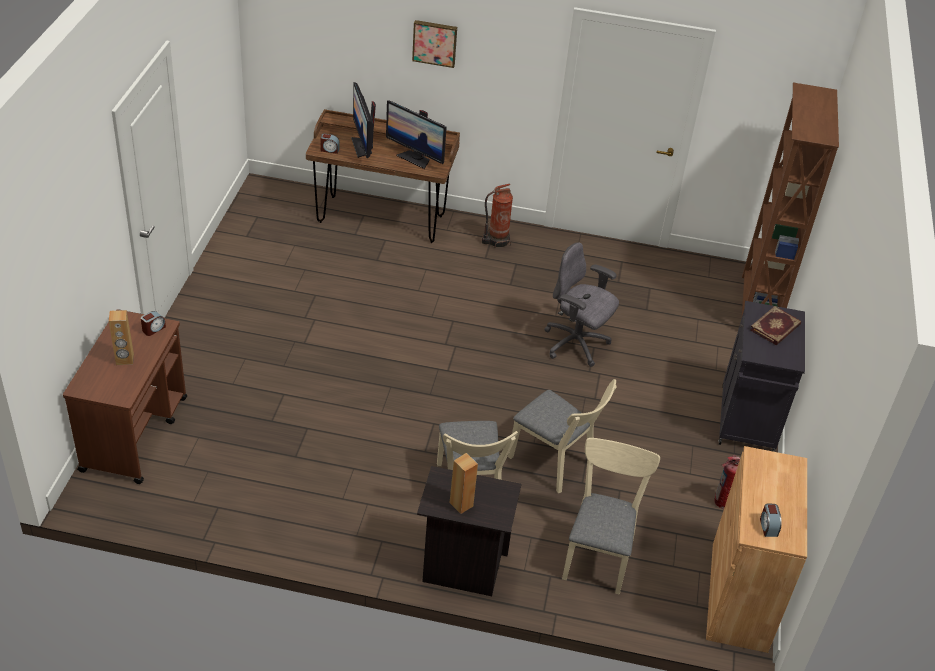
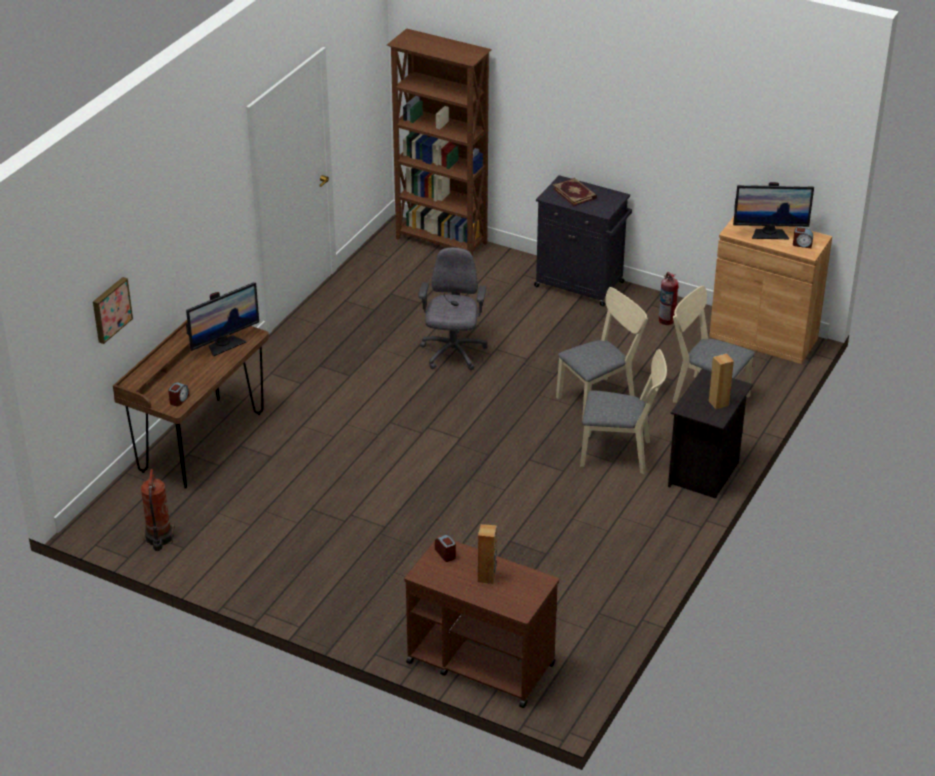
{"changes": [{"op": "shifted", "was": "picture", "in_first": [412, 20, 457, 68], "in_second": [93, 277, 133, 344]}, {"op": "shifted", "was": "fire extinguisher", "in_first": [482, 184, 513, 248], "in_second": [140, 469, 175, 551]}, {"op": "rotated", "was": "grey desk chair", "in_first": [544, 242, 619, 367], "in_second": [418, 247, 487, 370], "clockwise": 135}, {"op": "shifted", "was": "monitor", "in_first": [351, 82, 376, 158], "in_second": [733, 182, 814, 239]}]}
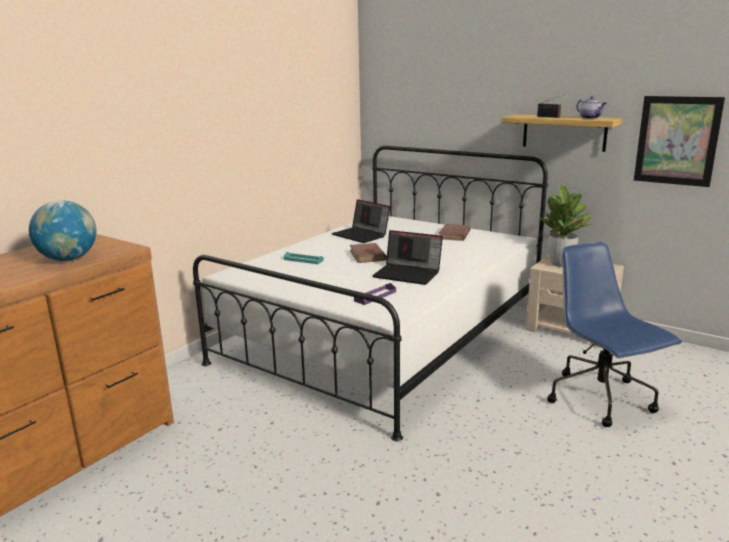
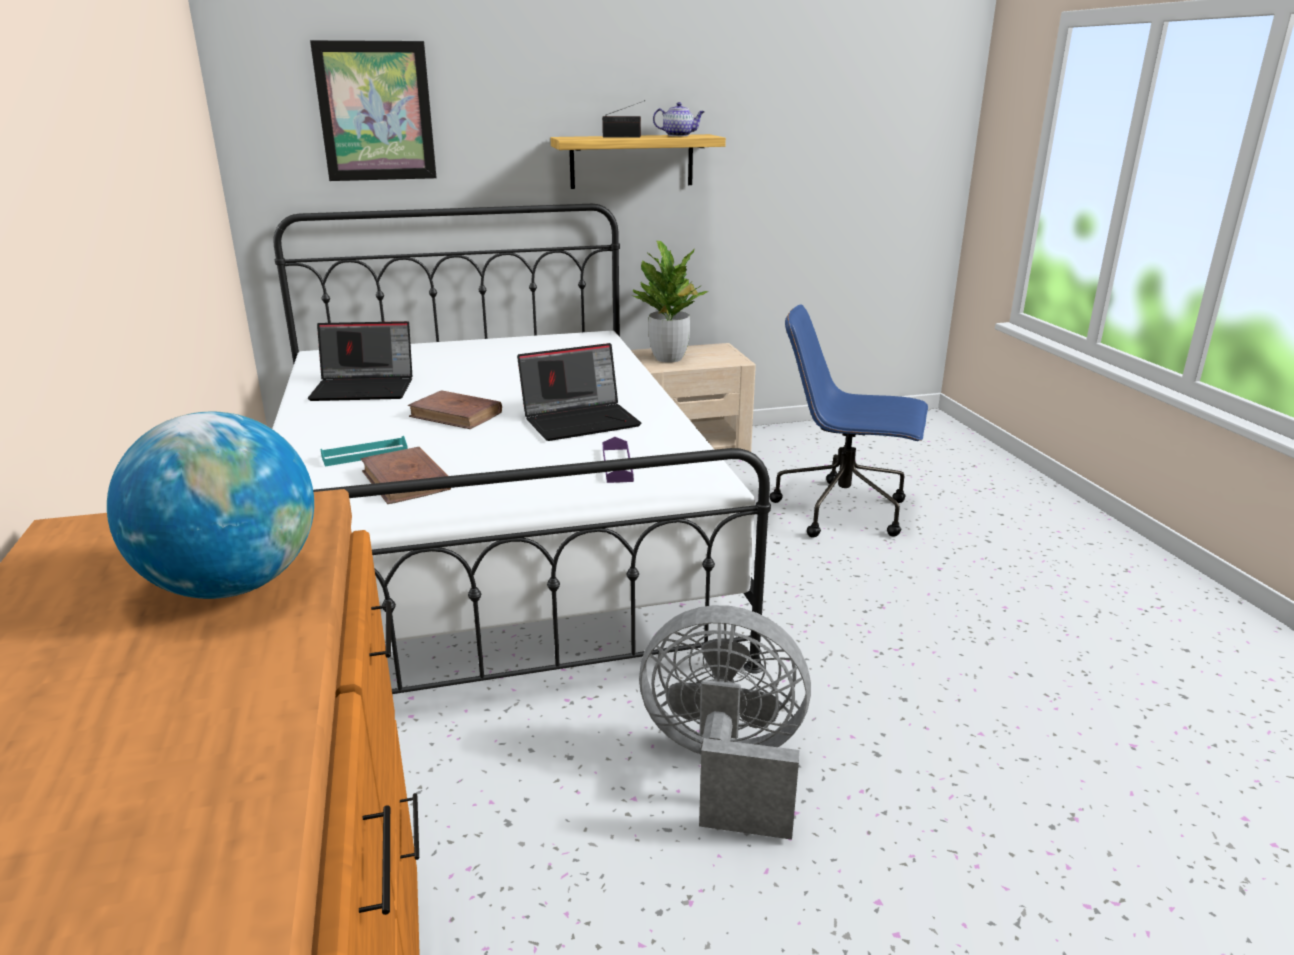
{"changes": [{"op": "shifted", "was": "picture", "in_first": [634, 96, 725, 187], "in_second": [310, 40, 437, 181]}, {"op": "shifted", "was": "brownish volume", "in_first": [438, 224, 471, 241], "in_second": [360, 447, 451, 504]}, {"op": "new", "now": "grey cooling fan", "in_second": [639, 605, 811, 840]}]}
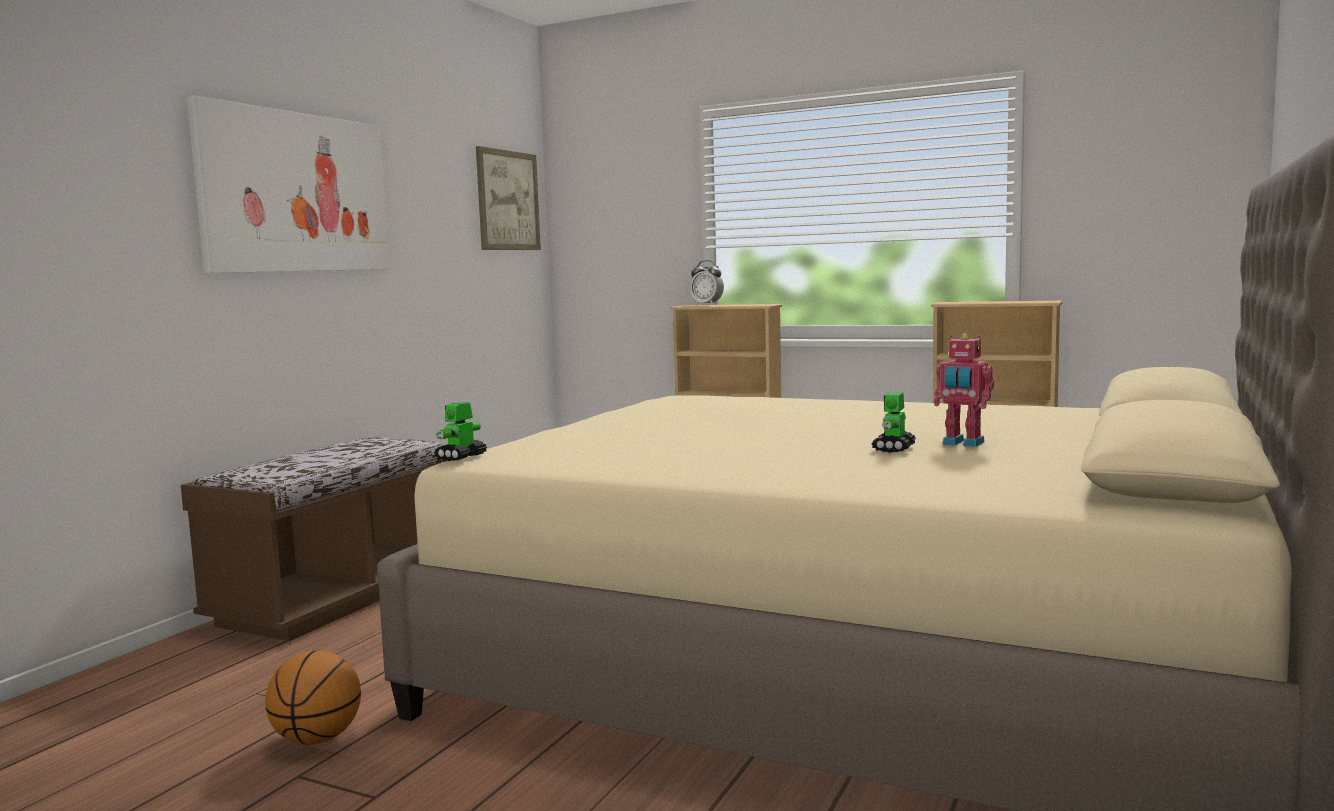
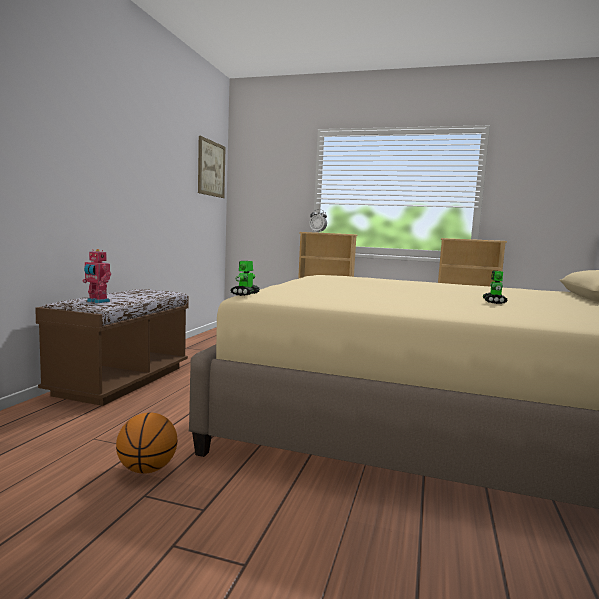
{"changes": [{"op": "shifted", "was": "robot figure", "in_first": [934, 334, 994, 447], "in_second": [83, 249, 111, 303]}, {"op": "gone", "was": "picture", "in_first": [187, 95, 389, 273]}]}
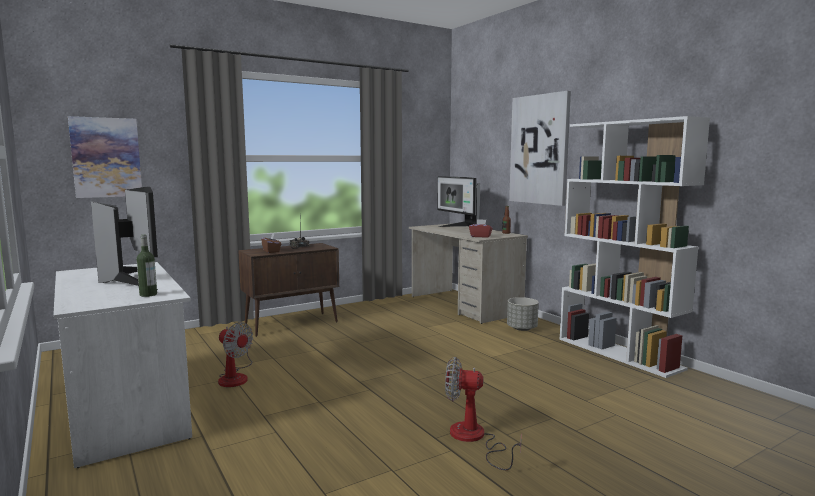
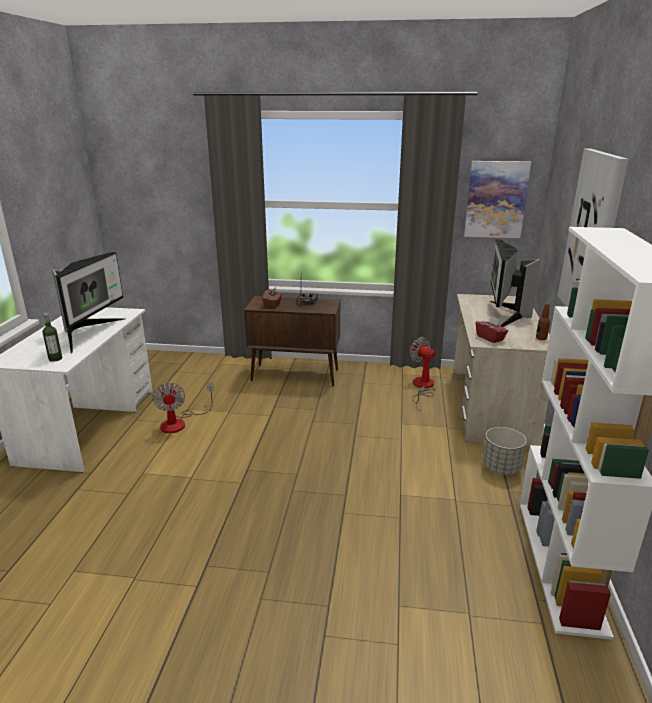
{"changes": [{"op": "shifted", "was": "cooling fan", "in_first": [445, 357, 521, 470], "in_second": [409, 337, 436, 404]}, {"op": "shifted", "was": "picture", "in_first": [68, 116, 142, 198], "in_second": [464, 161, 531, 238]}]}
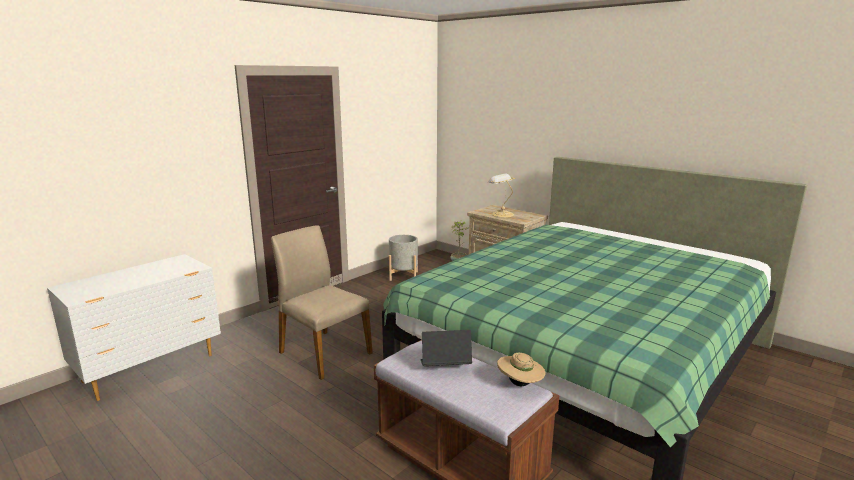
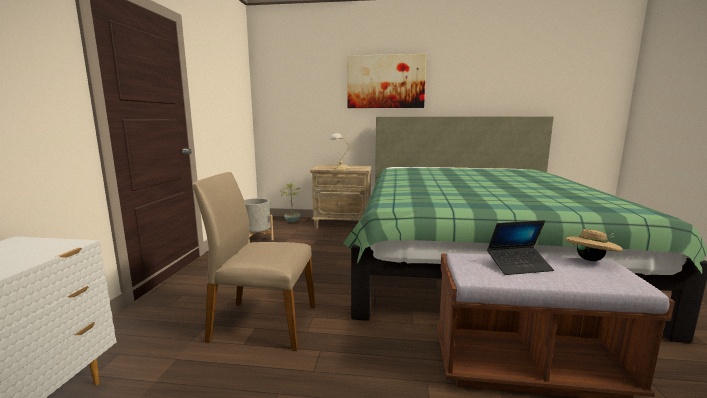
{"changes": [{"op": "new", "now": "picture", "in_second": [347, 54, 426, 108]}, {"op": "rotated", "was": "laptop", "in_first": [420, 330, 472, 366], "in_second": [487, 220, 554, 275], "clockwise": -150}]}
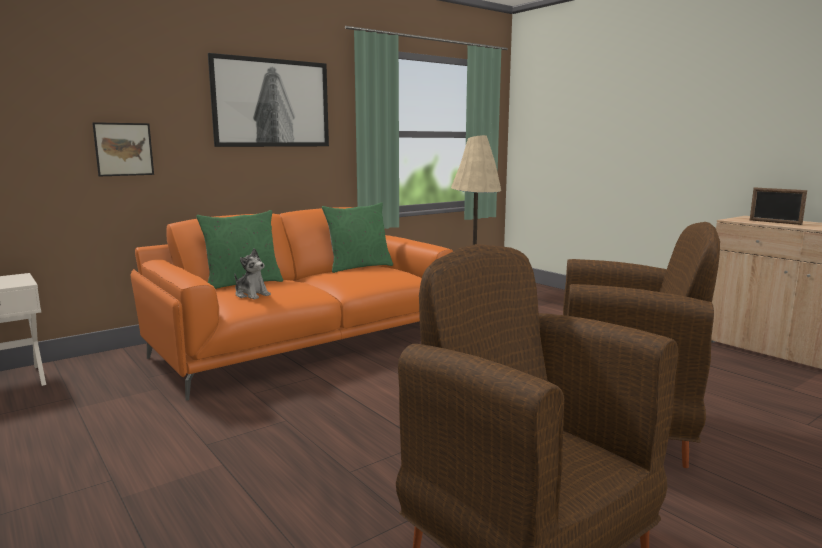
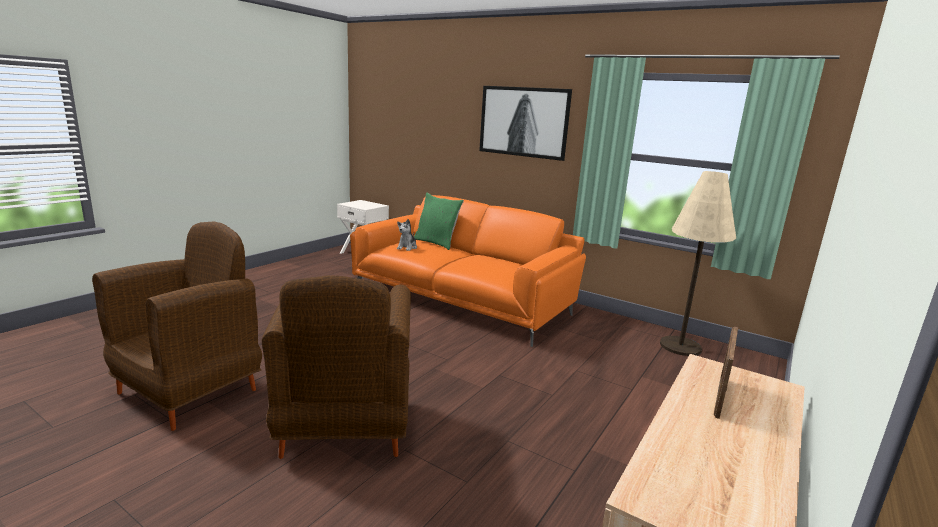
{"changes": [{"op": "gone", "was": "picture", "in_first": [92, 122, 154, 177]}, {"op": "gone", "was": "green-coloured cushion", "in_first": [322, 202, 393, 273]}]}
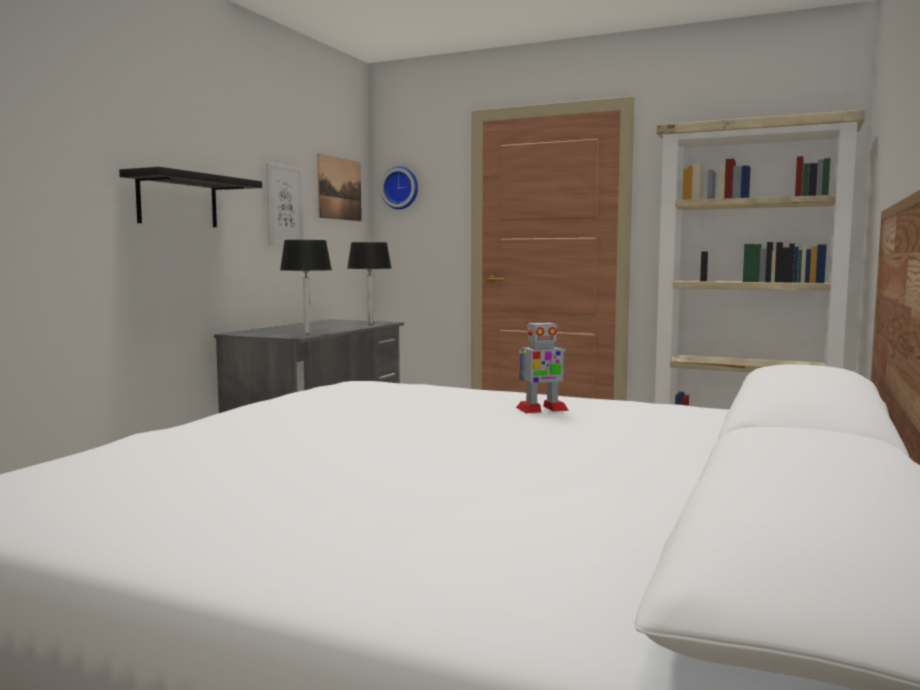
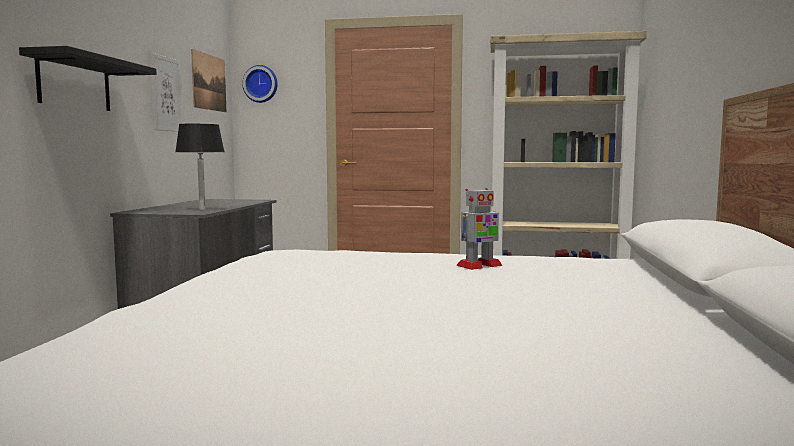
{"changes": [{"op": "gone", "was": "black-coloured lamp for a table", "in_first": [347, 242, 392, 324]}]}
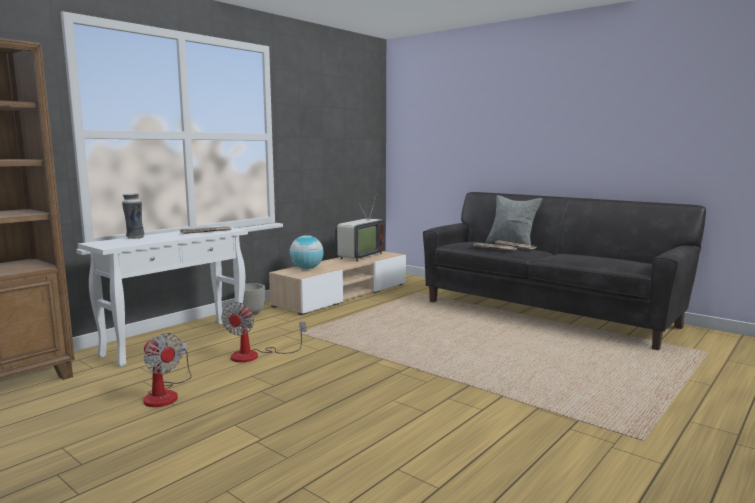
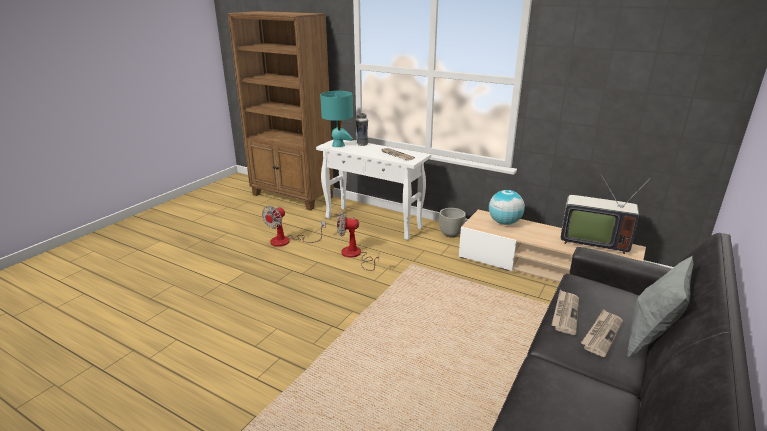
{"changes": [{"op": "new", "now": "turquoise lamp for a table", "in_second": [320, 91, 353, 147]}]}
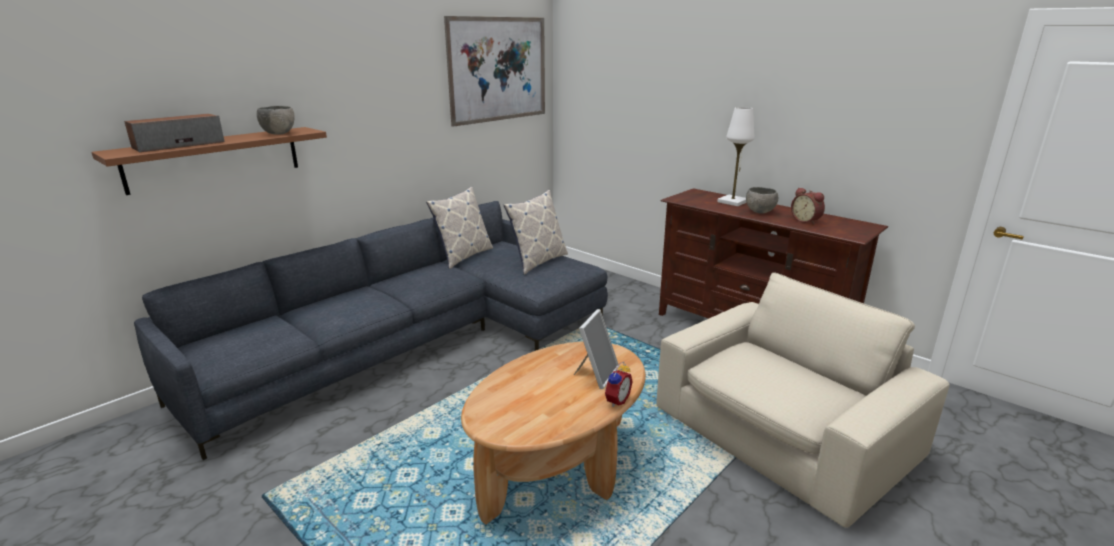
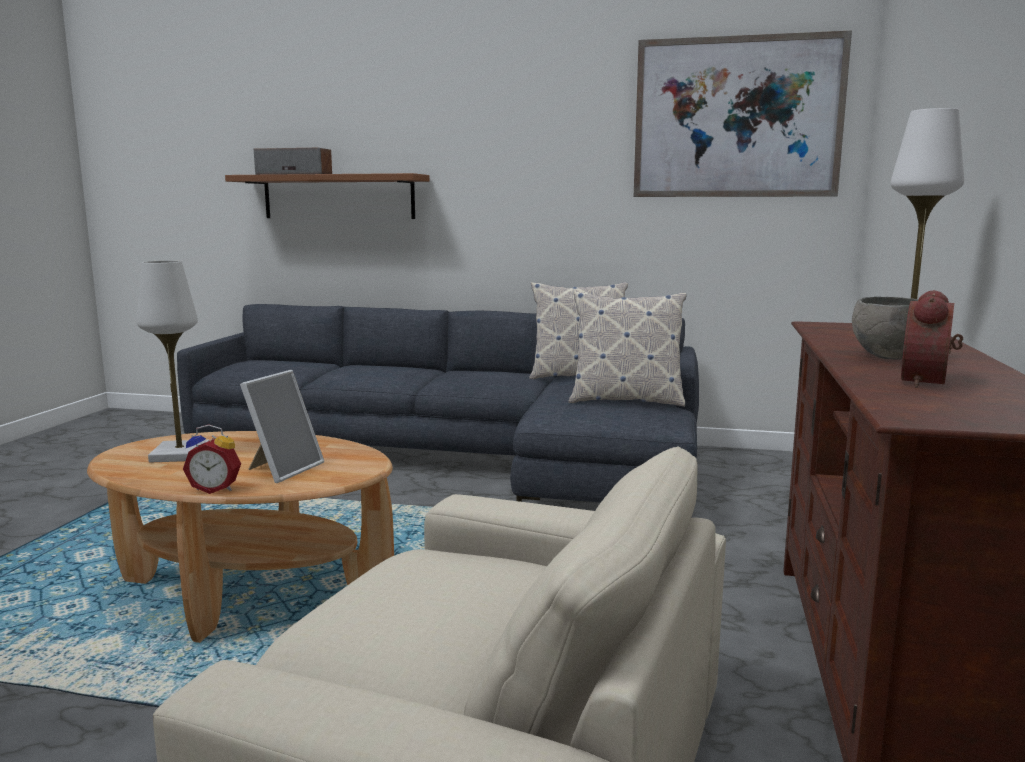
{"changes": [{"op": "new", "now": "white-coloured lamp for a table", "in_second": [137, 260, 209, 463]}, {"op": "rotated", "was": "picture frame", "in_first": [574, 309, 619, 389], "in_second": [240, 370, 324, 483], "clockwise": -60}, {"op": "gone", "was": "grey bowl", "in_first": [257, 106, 294, 135]}]}
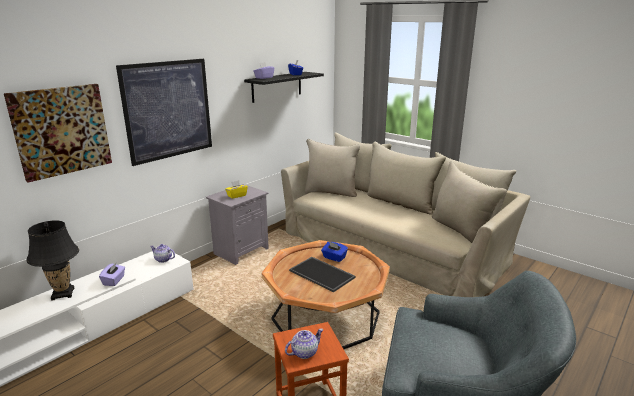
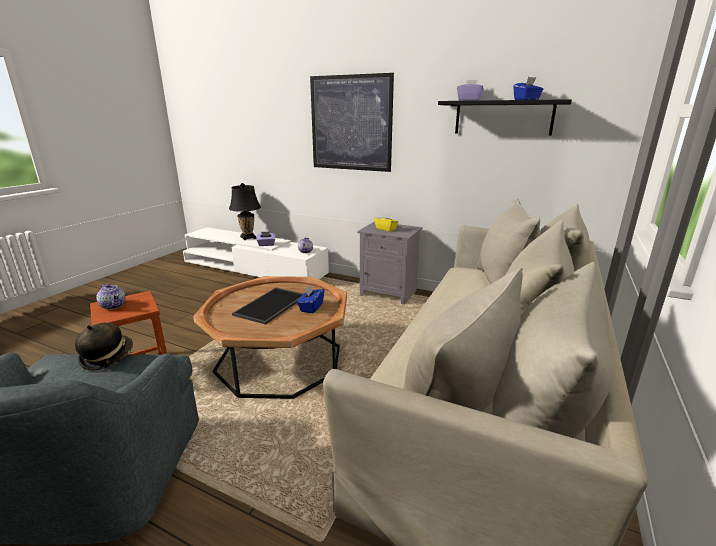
{"changes": [{"op": "new", "now": "clothing hat", "in_second": [75, 323, 133, 370]}, {"op": "gone", "was": "picture", "in_first": [4, 84, 112, 182]}]}
